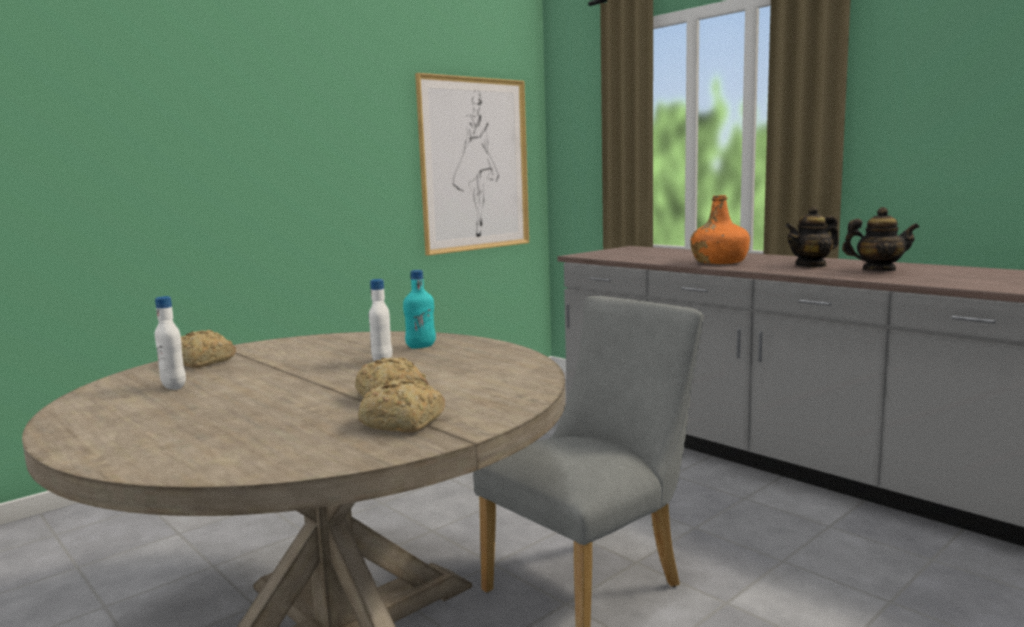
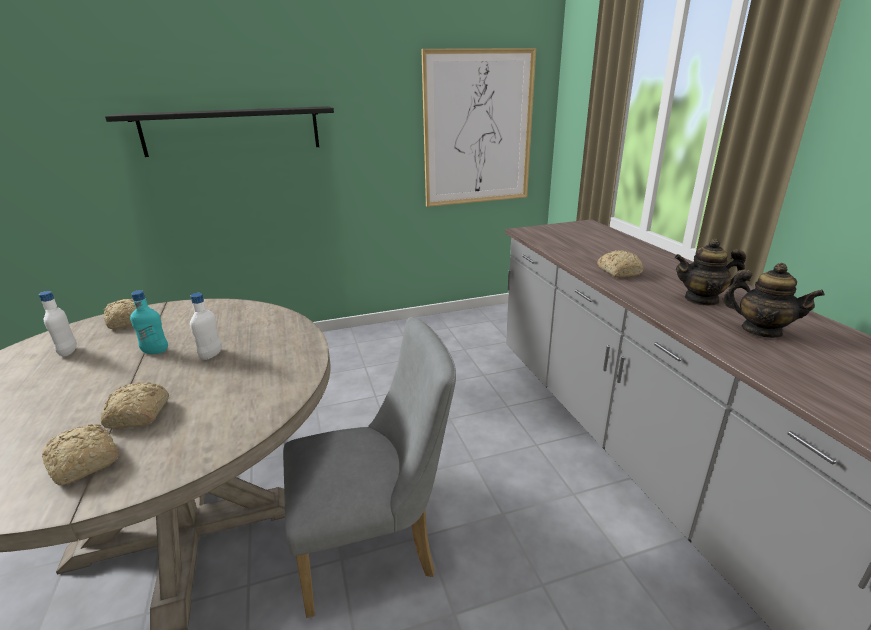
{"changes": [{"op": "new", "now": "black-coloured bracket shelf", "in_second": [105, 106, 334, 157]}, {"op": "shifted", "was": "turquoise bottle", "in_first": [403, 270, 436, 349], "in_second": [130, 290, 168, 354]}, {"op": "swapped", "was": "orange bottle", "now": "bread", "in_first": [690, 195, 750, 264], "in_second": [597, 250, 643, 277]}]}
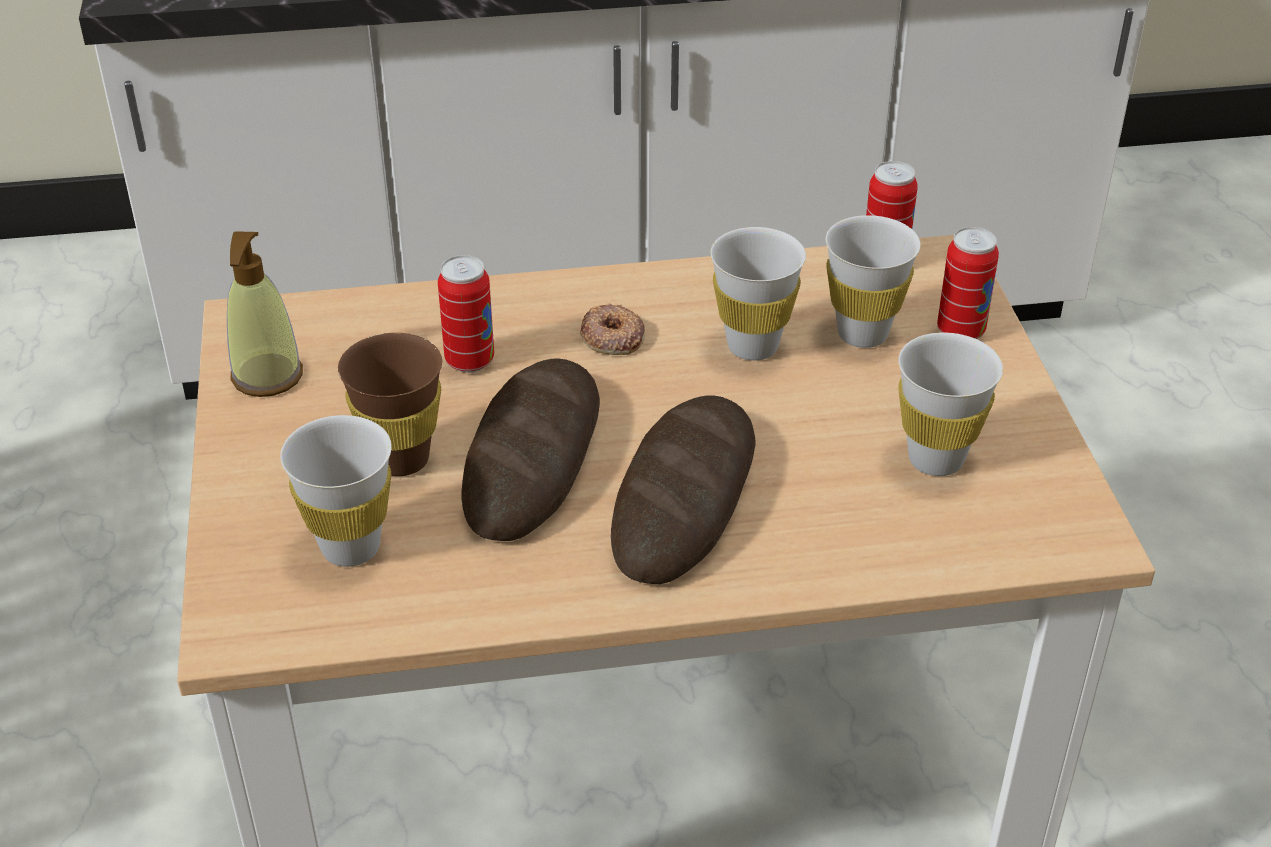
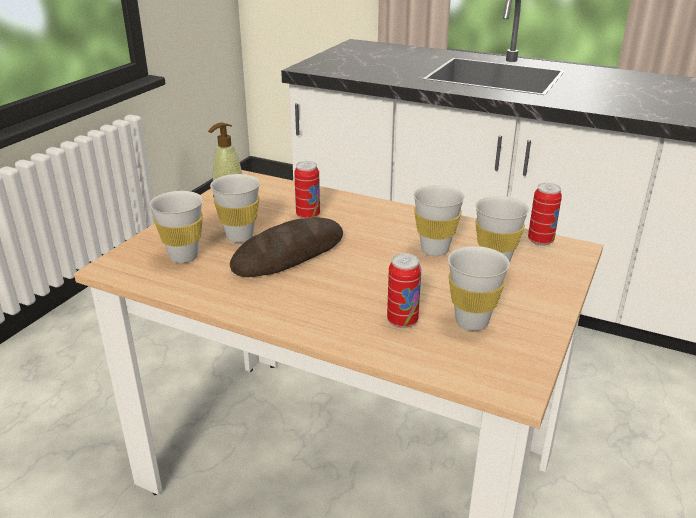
{"changes": [{"op": "repainted", "was": "brownish cup", "now": "white-coloured cup", "in_first": [338, 333, 442, 476], "in_second": [210, 174, 260, 243]}, {"op": "shifted", "was": "metal can", "in_first": [937, 227, 999, 339], "in_second": [387, 253, 421, 328]}, {"op": "gone", "was": "ring doughnut", "in_first": [580, 303, 645, 355]}, {"op": "gone", "was": "bread", "in_first": [611, 395, 755, 584]}]}
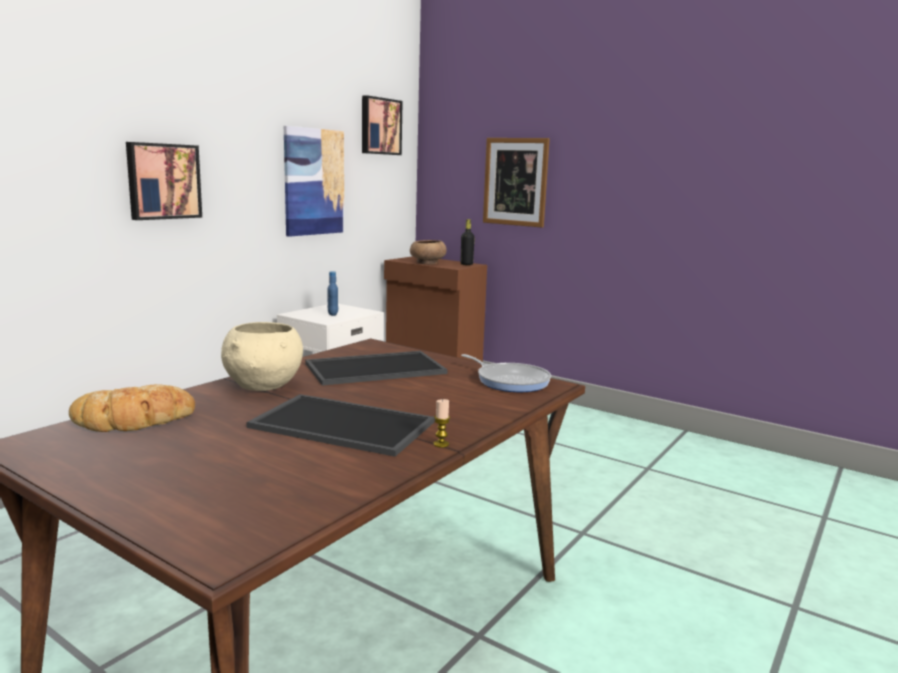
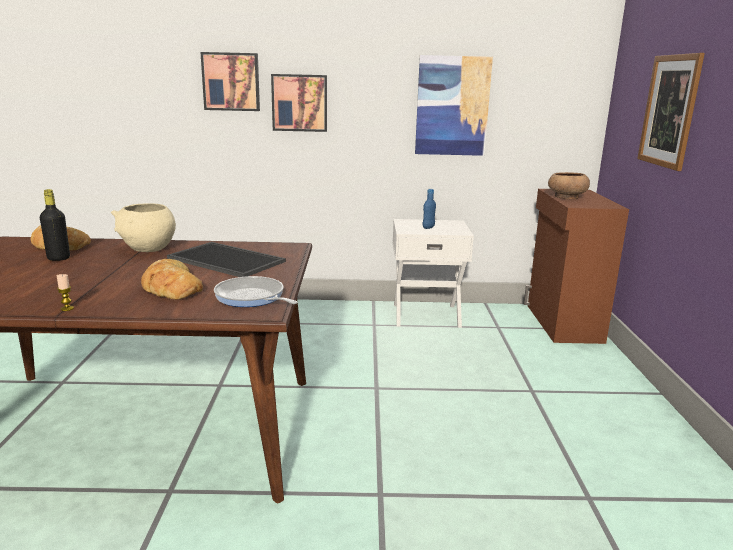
{"changes": [{"op": "shifted", "was": "black-coloured bottle", "in_first": [461, 219, 475, 265], "in_second": [40, 189, 70, 261]}, {"op": "new", "now": "bread", "in_second": [141, 259, 203, 300]}, {"op": "shifted", "was": "picture", "in_first": [362, 95, 403, 155], "in_second": [200, 52, 260, 111]}, {"op": "rotated", "was": "pan", "in_first": [461, 354, 551, 392], "in_second": [214, 276, 298, 307], "clockwise": 120}, {"op": "gone", "was": "serving tray", "in_first": [246, 394, 435, 457]}]}
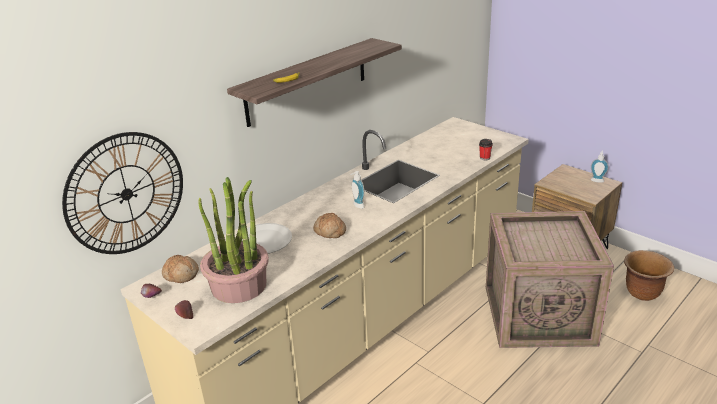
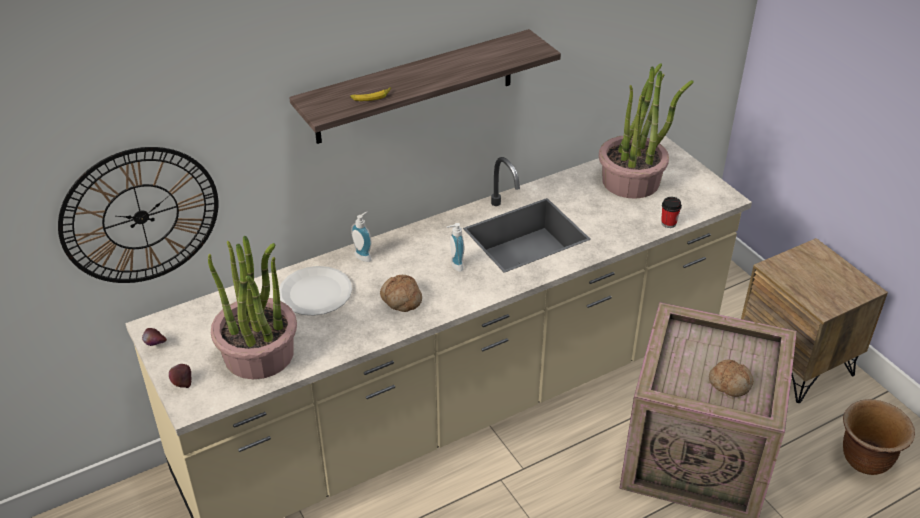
{"changes": [{"op": "shifted", "was": "soap dispenser", "in_first": [591, 150, 609, 183], "in_second": [351, 211, 372, 262]}, {"op": "new", "now": "potted plant", "in_second": [599, 64, 694, 199]}, {"op": "shifted", "was": "bread", "in_first": [162, 255, 199, 283], "in_second": [709, 359, 754, 397]}]}
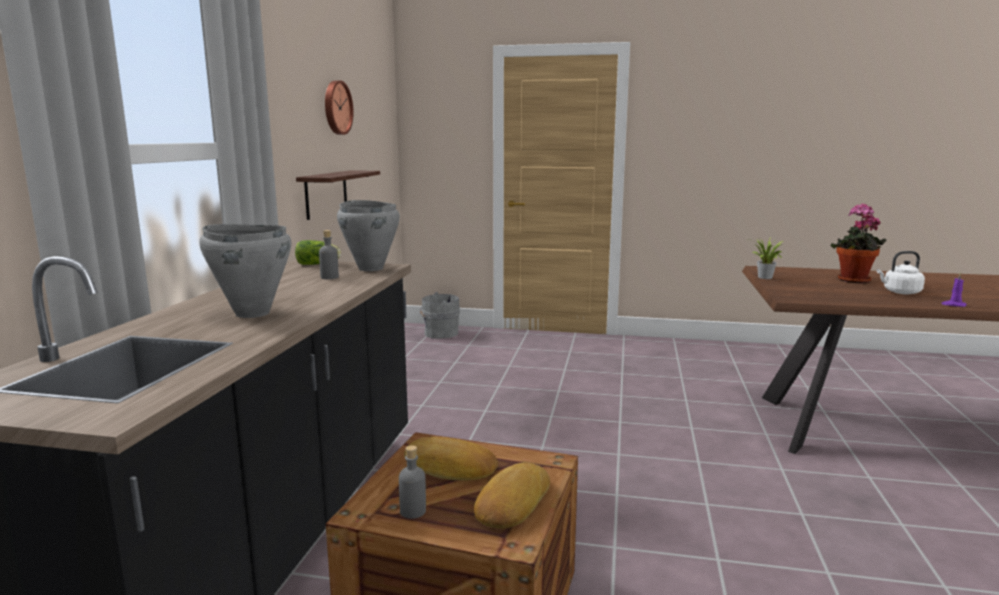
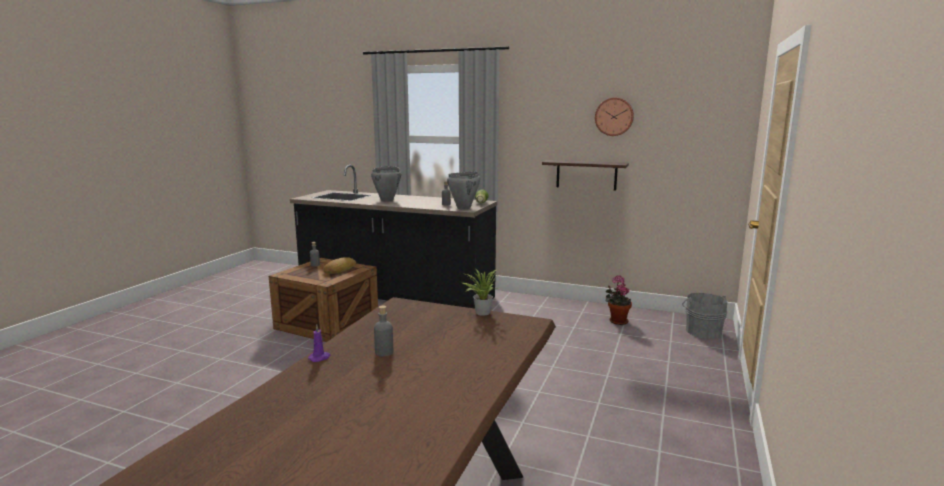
{"changes": [{"op": "swapped", "was": "white-coloured water kettle", "now": "grey bottle", "in_first": [877, 251, 925, 294], "in_second": [374, 306, 393, 356]}, {"op": "shifted", "was": "potted plant", "in_first": [831, 203, 887, 283], "in_second": [605, 275, 632, 325]}, {"op": "gone", "was": "bread", "in_first": [474, 462, 550, 529]}]}
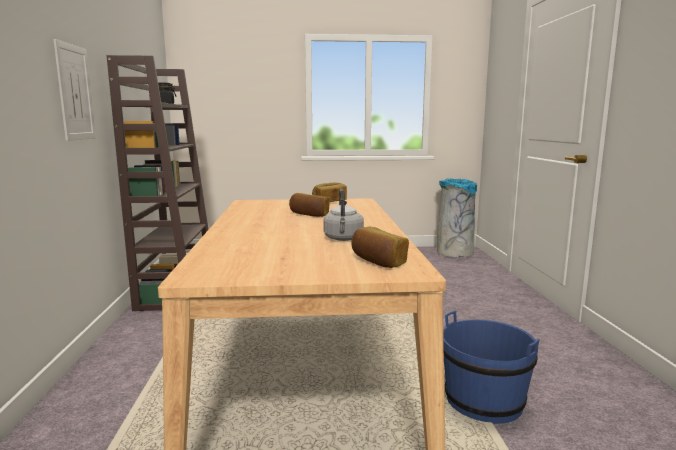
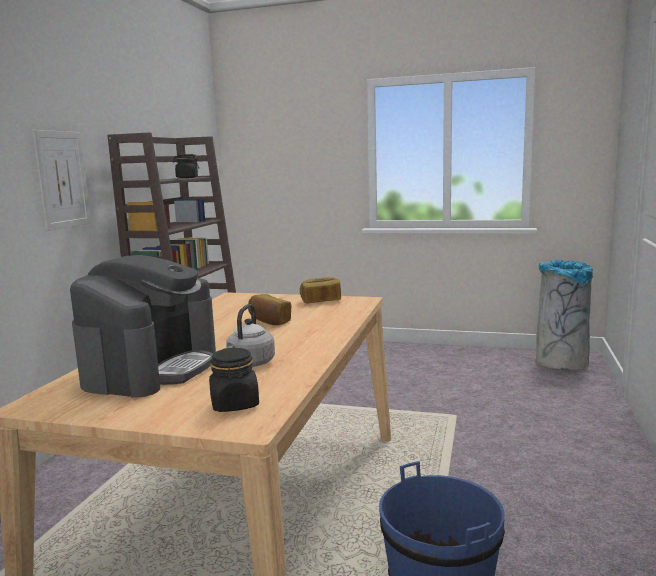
{"changes": [{"op": "new", "now": "coffee machine", "in_second": [70, 255, 216, 398]}, {"op": "swapped", "was": "bread", "now": "black-coloured jar", "in_first": [351, 227, 409, 268], "in_second": [209, 347, 259, 412]}]}
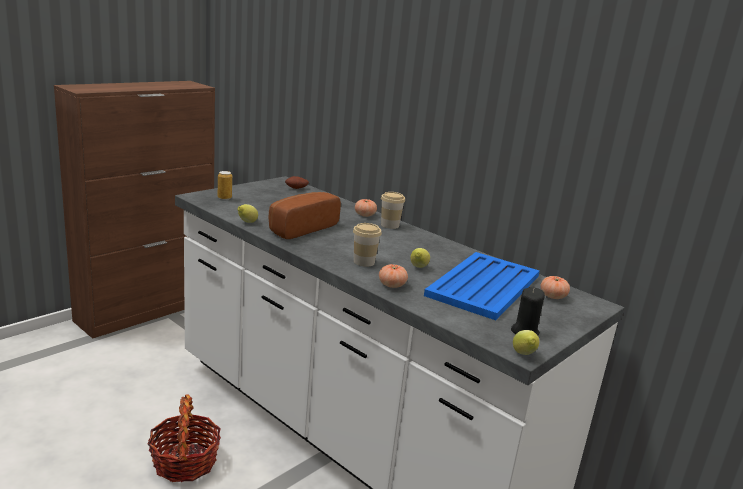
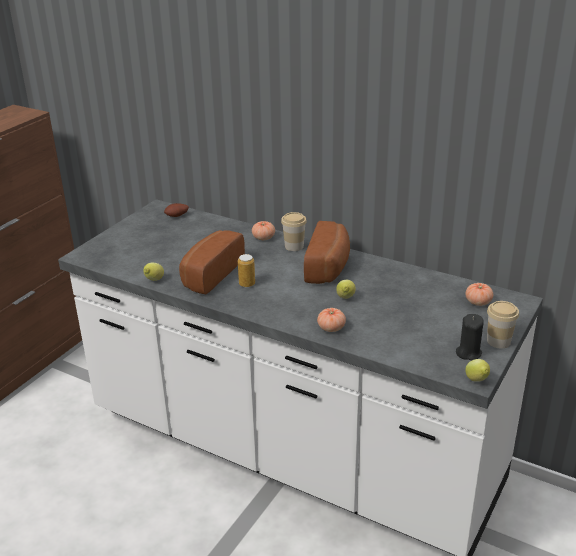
{"changes": [{"op": "shifted", "was": "metal can", "in_first": [218, 171, 232, 200], "in_second": [238, 254, 255, 288]}, {"op": "new", "now": "bread", "in_second": [304, 221, 350, 284]}, {"op": "shifted", "was": "cup", "in_first": [353, 223, 382, 267], "in_second": [487, 301, 519, 348]}, {"op": "gone", "was": "storage basket", "in_first": [147, 394, 221, 482]}, {"op": "gone", "was": "bluish serving tray", "in_first": [424, 252, 540, 320]}]}
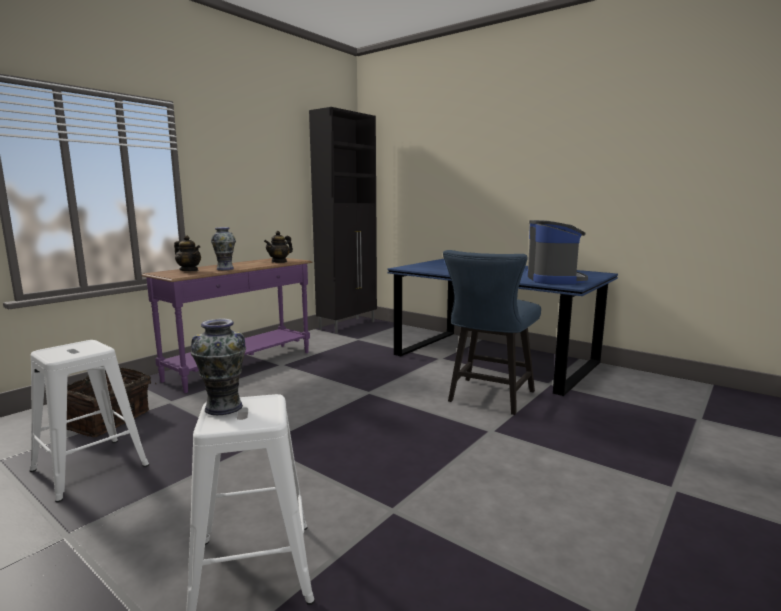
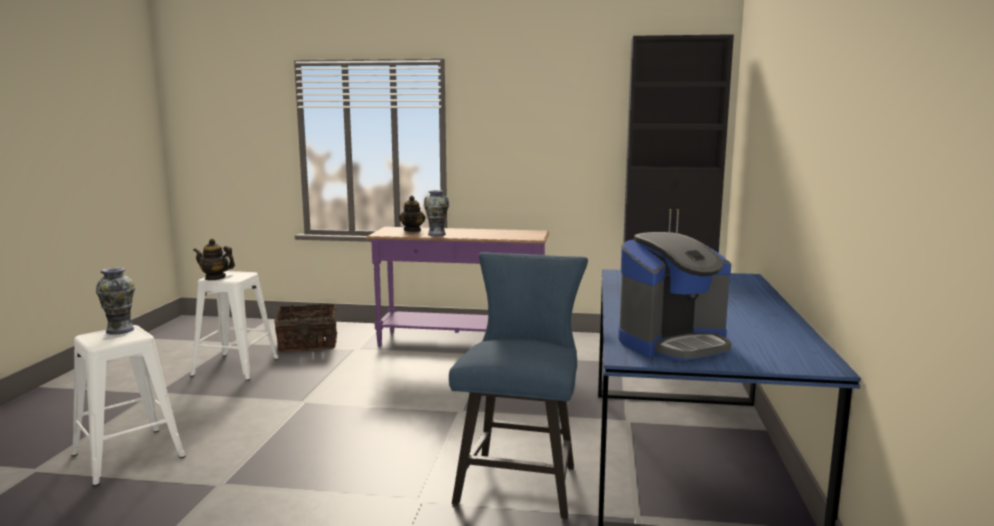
{"changes": [{"op": "shifted", "was": "tea pot", "in_first": [264, 231, 293, 263], "in_second": [193, 239, 235, 280]}, {"op": "rotated", "was": "bluish upright chair", "in_first": [443, 250, 541, 415], "in_second": [449, 252, 588, 519], "clockwise": 105}]}
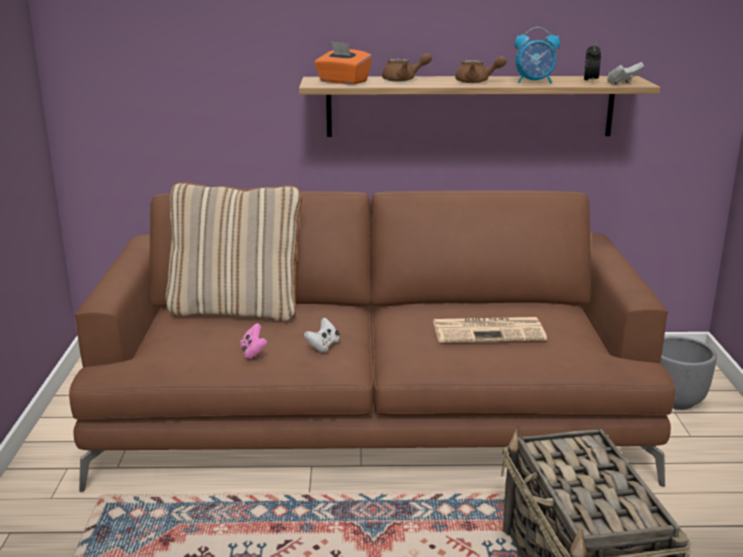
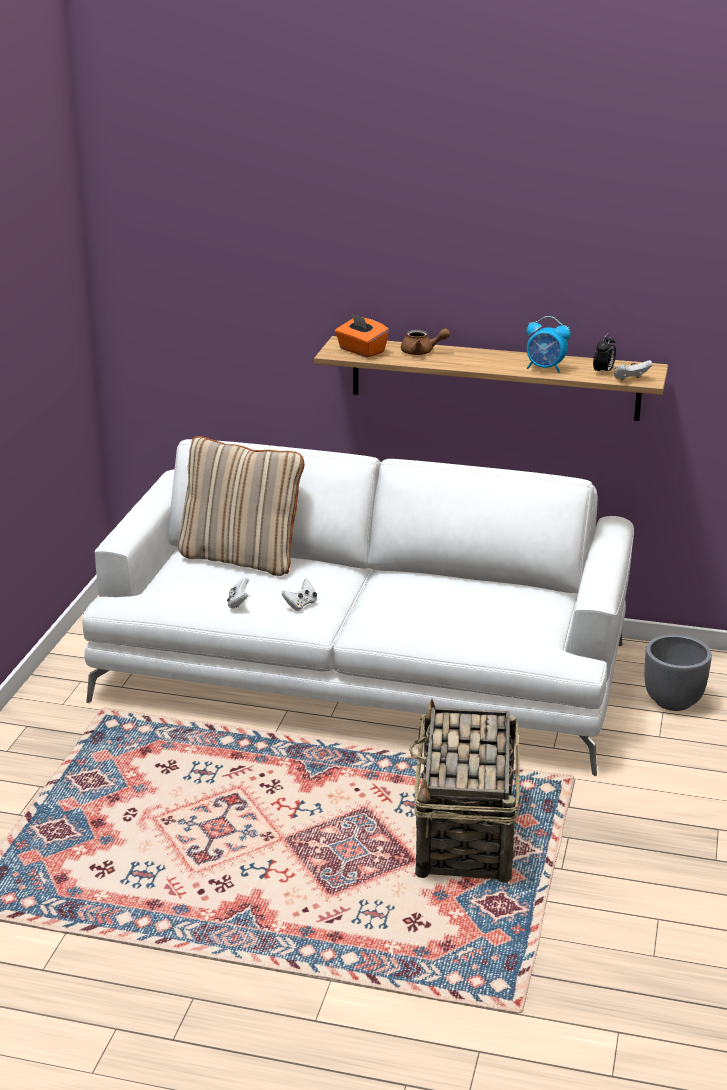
{"changes": [{"op": "repainted", "was": "brownish couch", "now": "white-coloured couch", "in_first": [69, 190, 675, 492], "in_second": [82, 439, 634, 776]}, {"op": "repainted", "was": "pink joypad", "now": "white-coloured joypad", "in_first": [240, 323, 268, 359], "in_second": [227, 577, 249, 609]}, {"op": "gone", "was": "newspaper", "in_first": [433, 317, 547, 343]}, {"op": "gone", "was": "brownish tea pot", "in_first": [455, 56, 507, 83]}]}
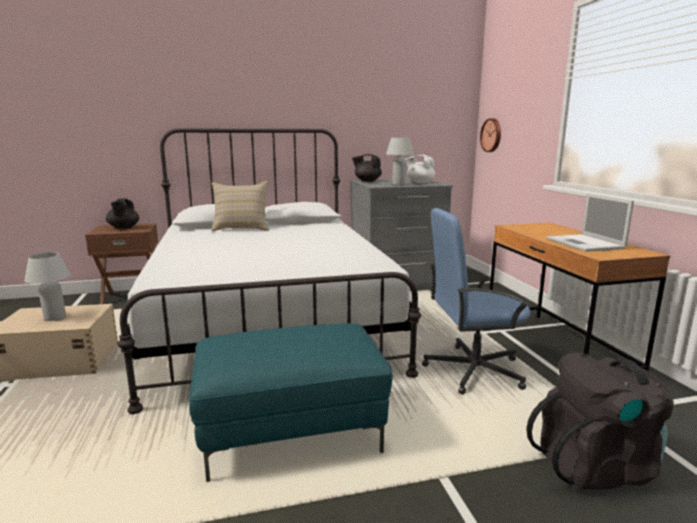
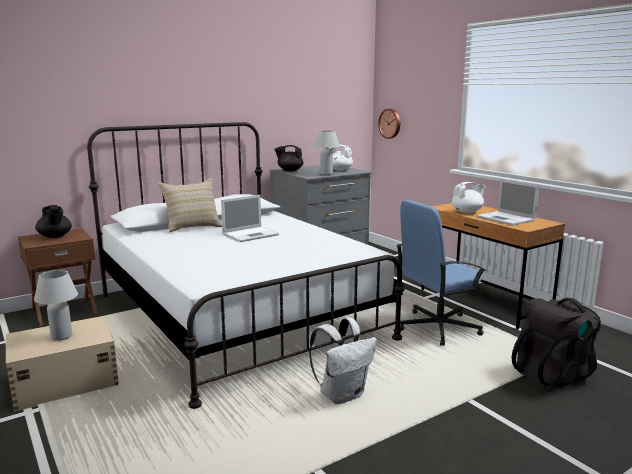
{"changes": [{"op": "new", "now": "laptop", "in_second": [221, 195, 279, 242]}, {"op": "swapped", "was": "turquoise pouffe", "now": "white-coloured knapsack", "in_first": [189, 323, 393, 482], "in_second": [309, 318, 377, 404]}, {"op": "new", "now": "white-coloured tea pot", "in_second": [452, 182, 486, 213]}]}
